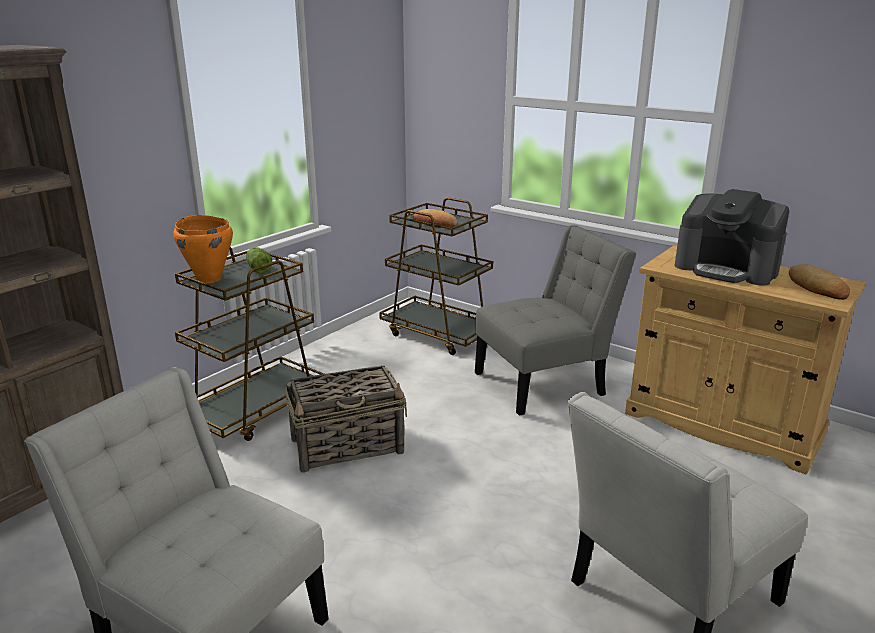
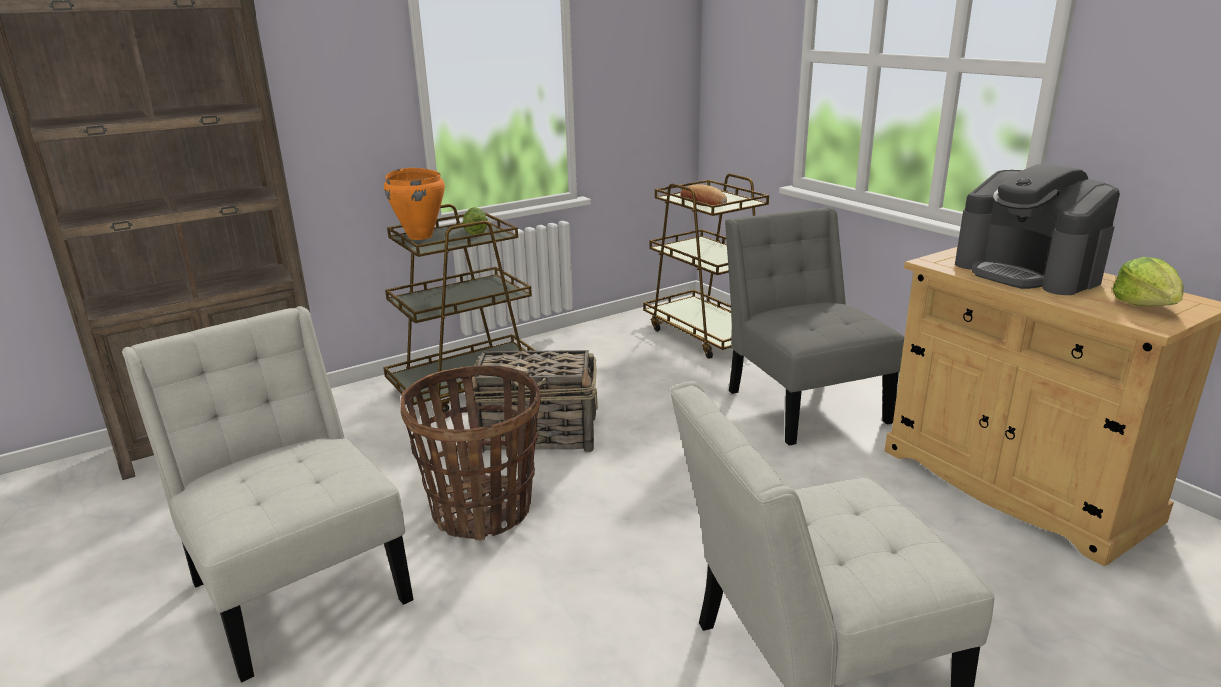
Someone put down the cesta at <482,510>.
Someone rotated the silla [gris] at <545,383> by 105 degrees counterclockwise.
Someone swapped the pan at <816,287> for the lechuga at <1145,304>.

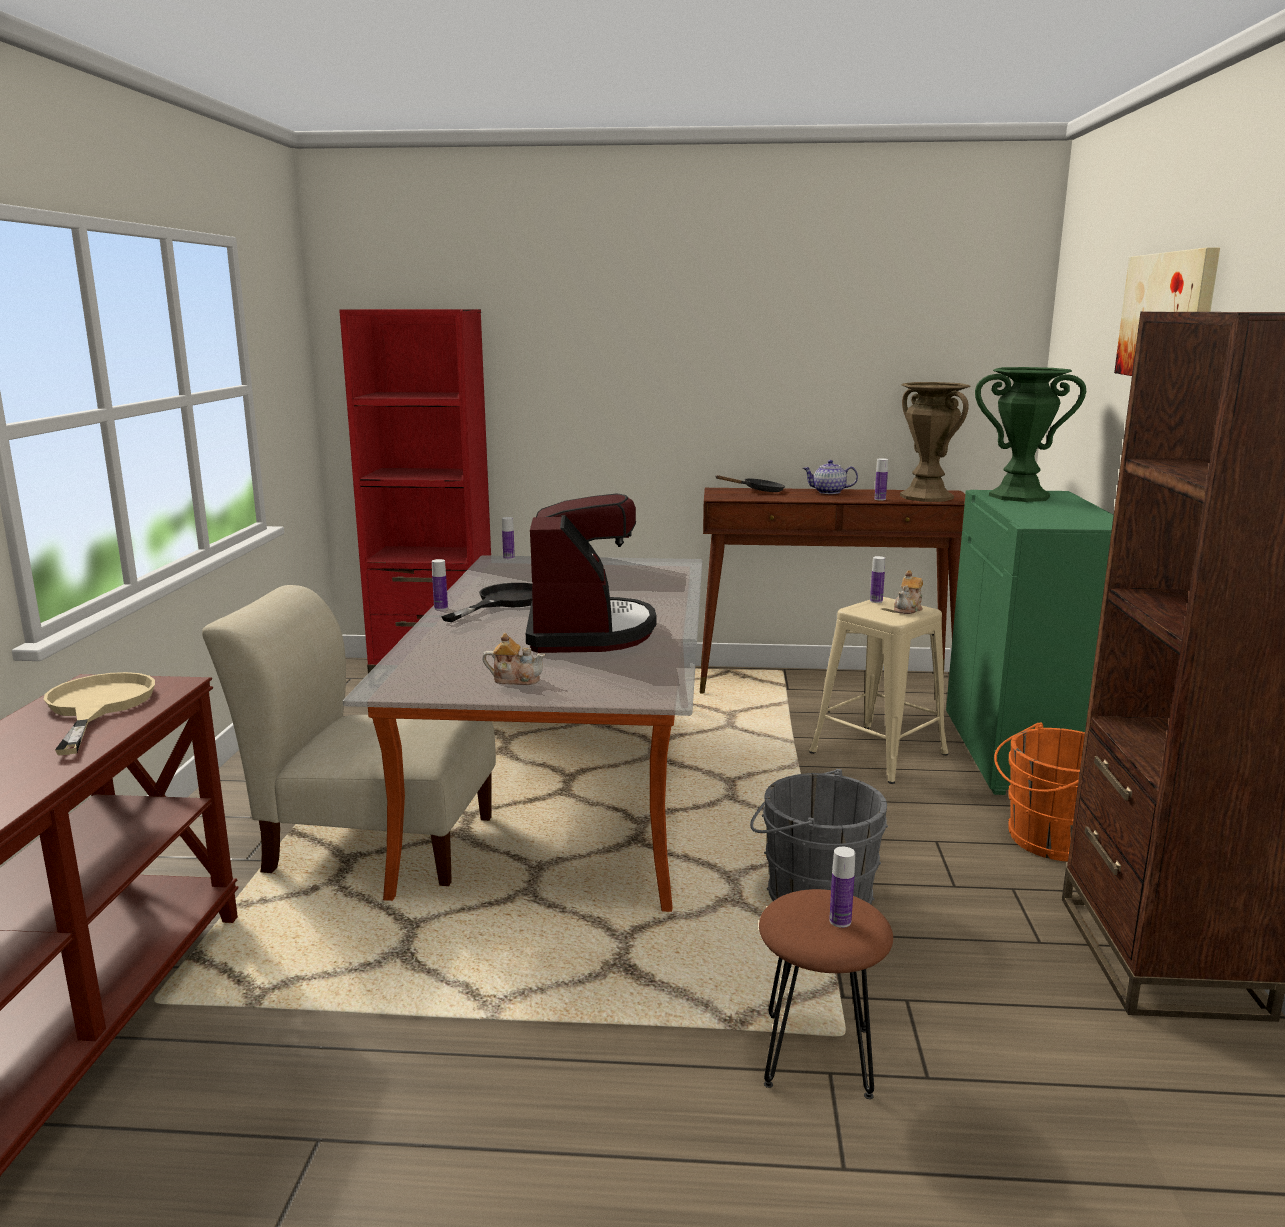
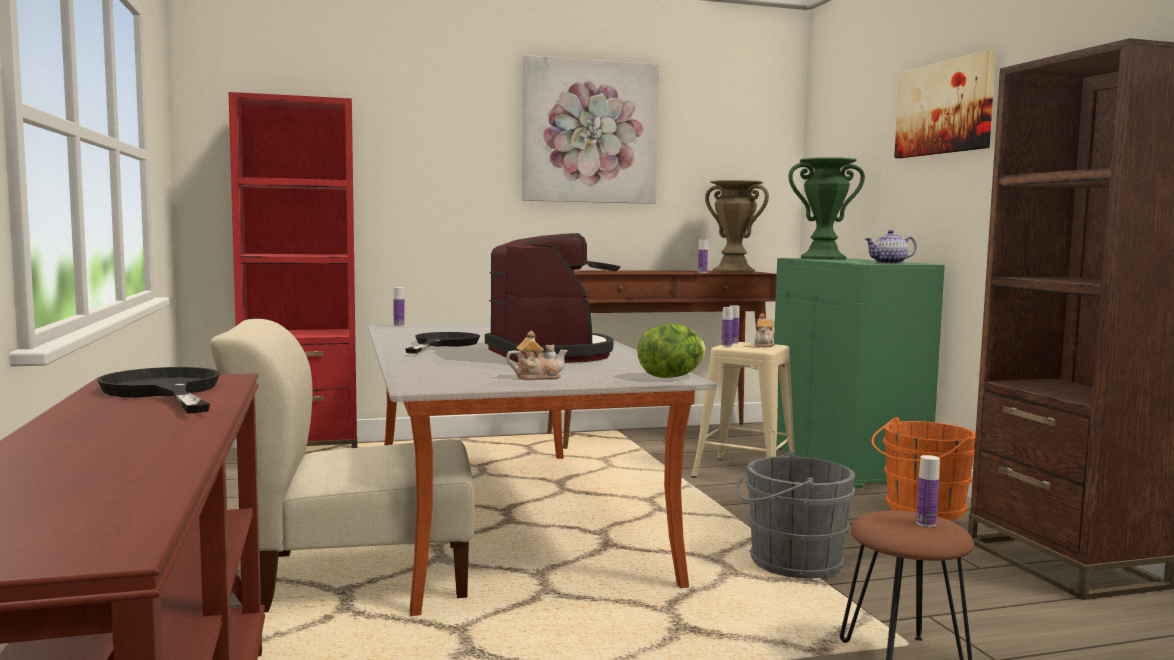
Someone repainted the sartén [beis] at <97,707>, which became the sartén [negro] at <164,391>.
Someone put up the cuadro at <589,132>.
Someone put down the lechuga at <671,377>.
Someone carried the botella from <441,608> to <726,345>.
Someone carried the tetera from <828,492> to <889,263>.

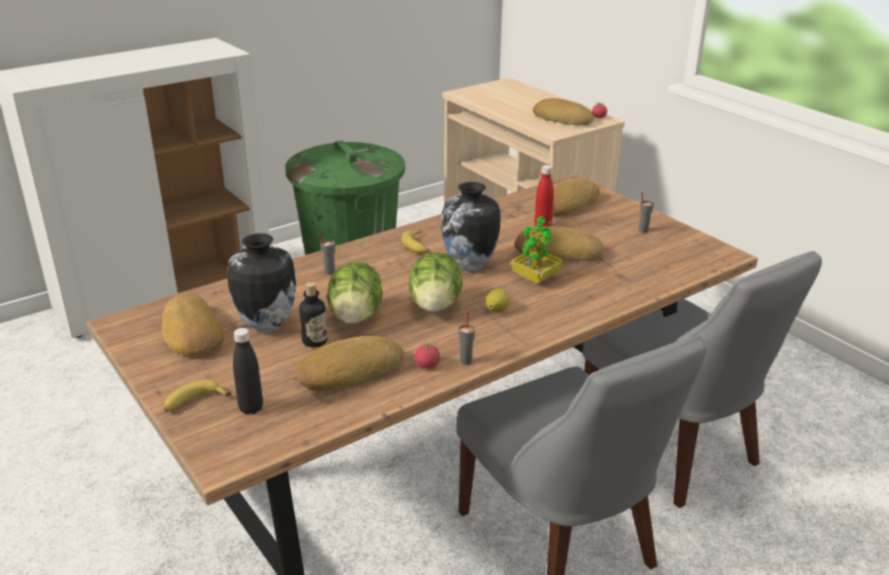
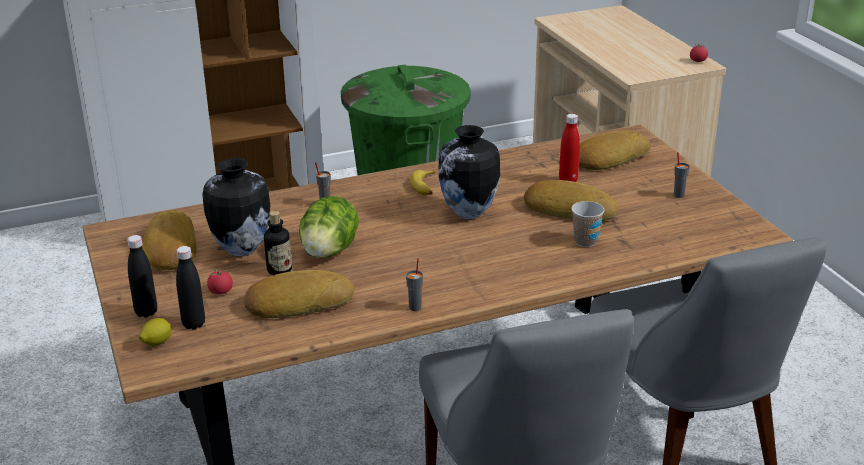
Someone swapped the plátano at <194,403> for the botella [negro] at <146,312>.
Someone carried the limón from <496,310> to <156,343>.
Someone carried the tomate from <427,365> to <221,291>.
Someone put down the taza at <585,241>.
Someone took away the lechuga at <435,306>.
Someone took away the planta en maceta at <536,278>.
Someone took away the pan at <563,118>.

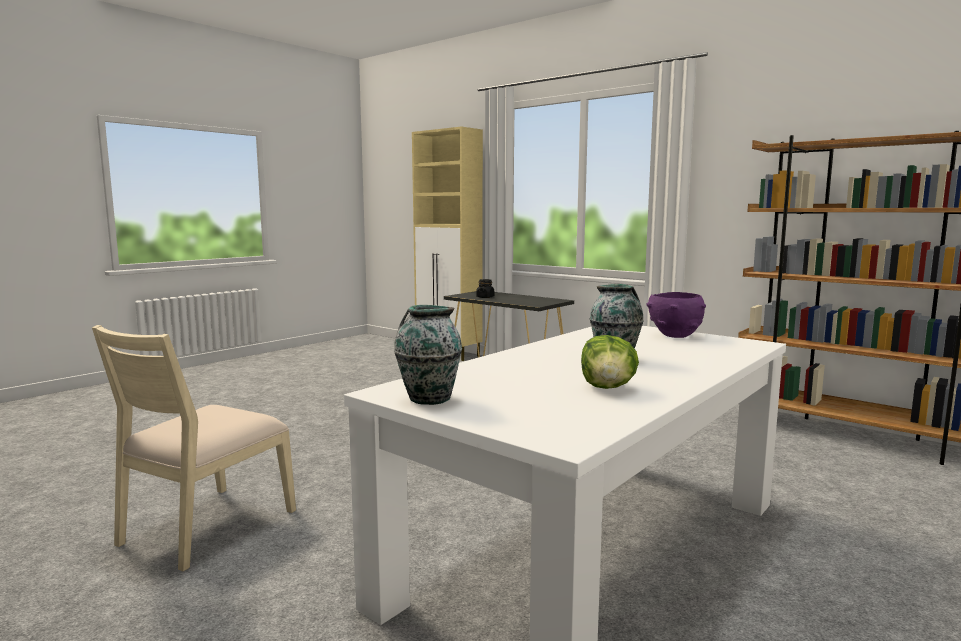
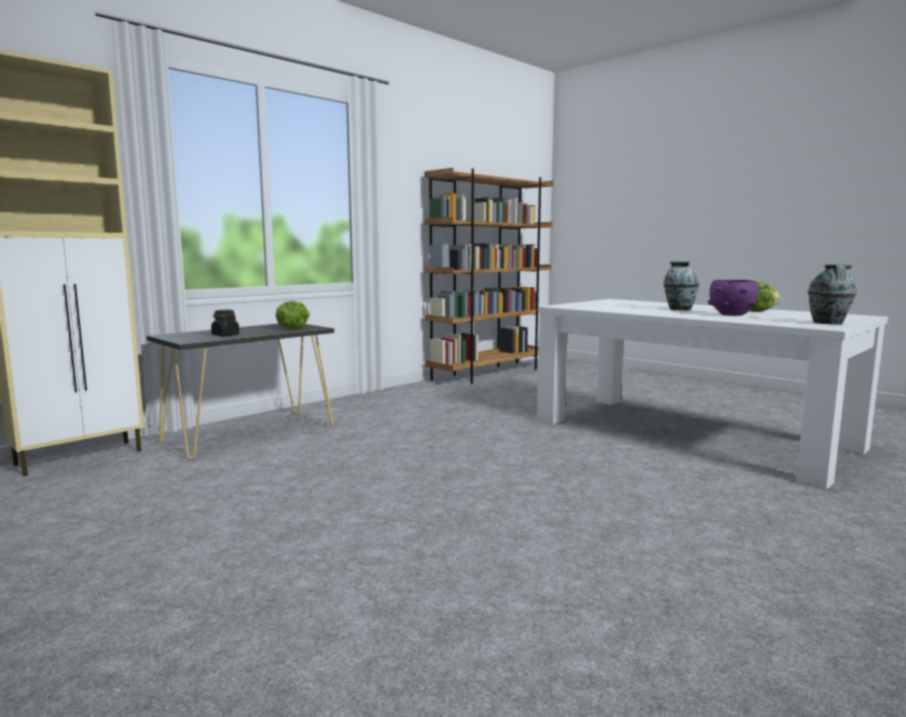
Someone put down the lechuga at <293,328>.
Someone carried the cuenco [morado] from <674,335> to <731,315>.
Someone took away the silla [beis] at <206,526>.

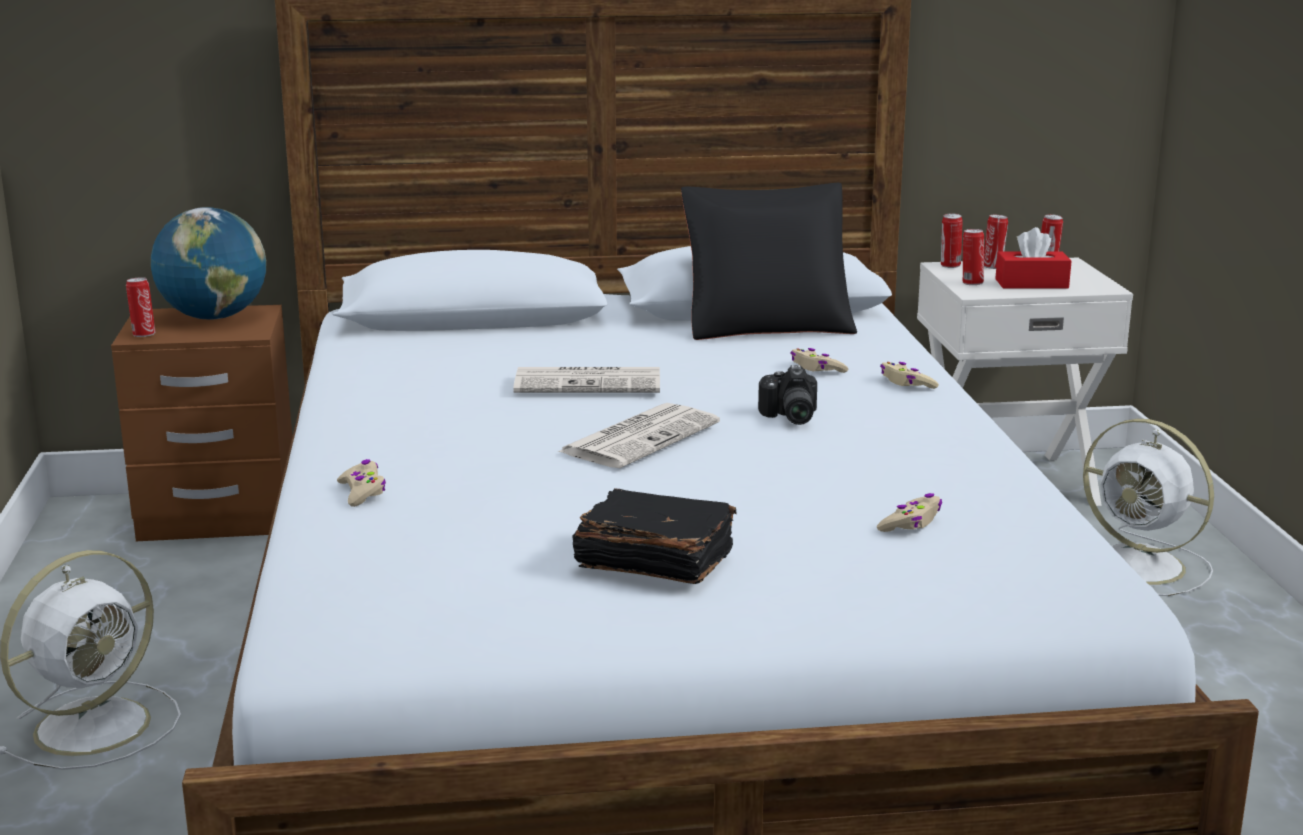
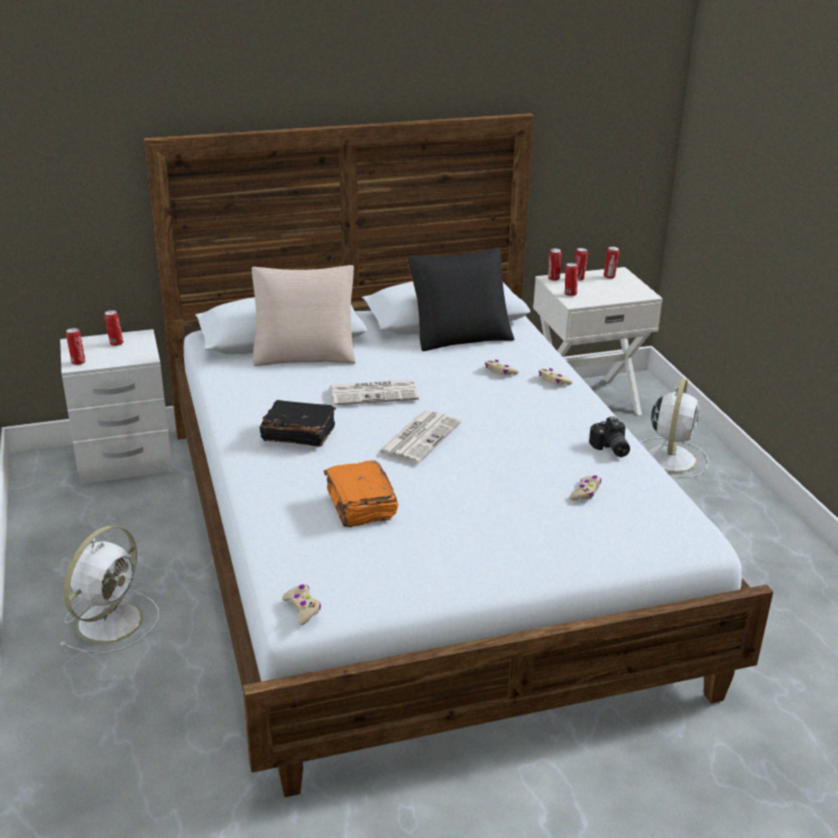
Someone repainted the mesita de noche [marrón] at <219,515>, which became the mesita de noche [blanco] at <124,460>.
Someone swapped the globo terráqueo at <214,317> for the lata at <115,343>.
Someone put down the cojín [beis] at <305,352>.
Someone carried the libro [negro] from <653,562> to <297,435>.
Someone carried the mando de consola [beis] from <362,492> to <302,608>.
Someone put down the libro [naranja] at <360,506>.
Someone carried the cámara from <788,417> to <610,449>.
Someone rotated the ventilador [blanco] at <1142,567> by 105 degrees counterclockwise.
Someone took away the caja de pañuelos [rojo] at <1031,284>.

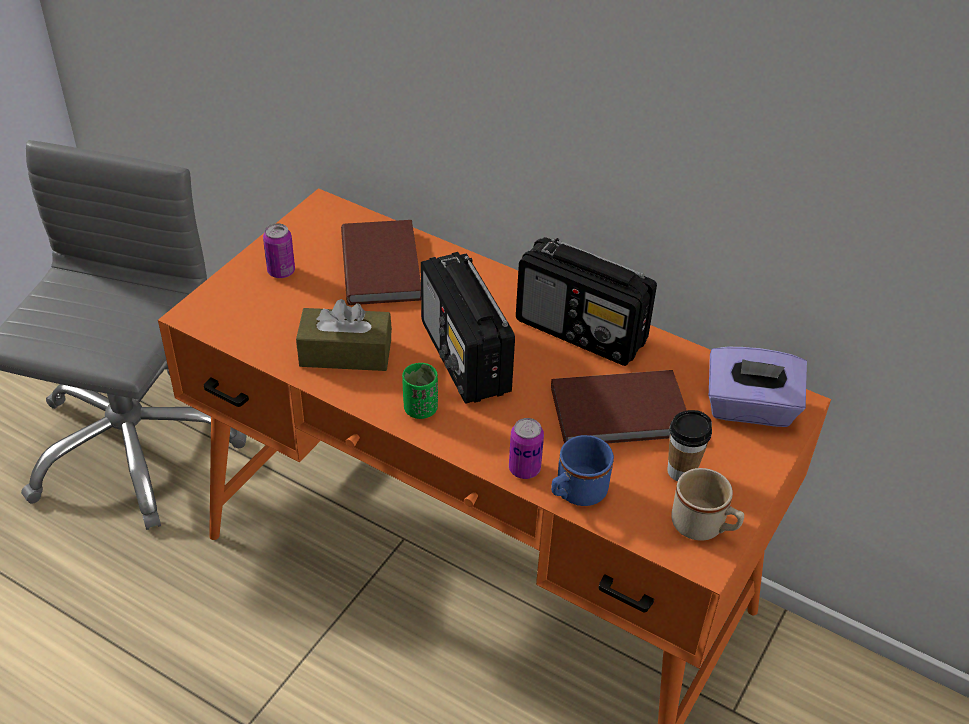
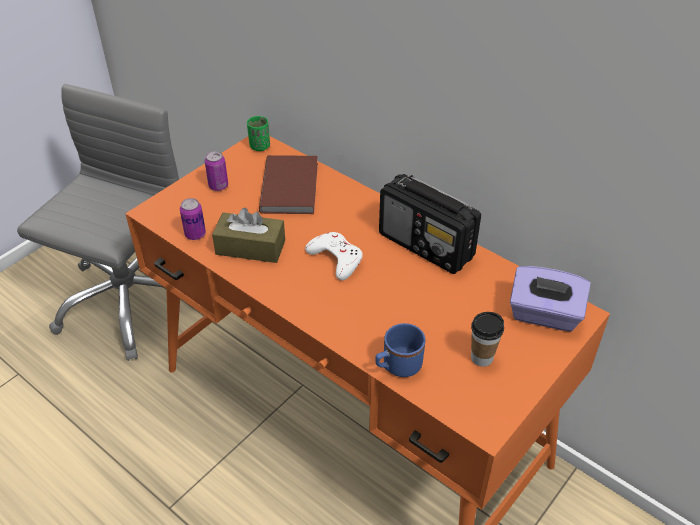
Someone carried the lata from <524,469> to <195,234>.
Someone carried the taza [verde] from <420,409> to <259,146>.
Someone swapped the radio at <465,358> for the mando de consola [blanco] at <336,258>.
Someone took away the libro [marrón] at <621,414>.
Someone took away the taza grande [beis] at <704,527>.

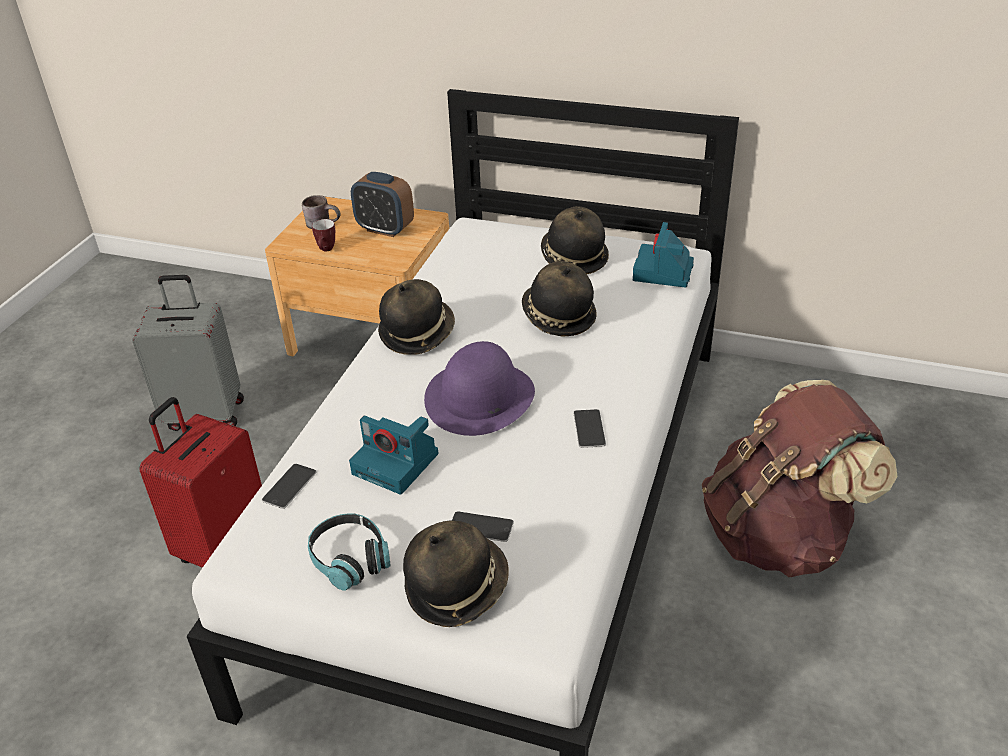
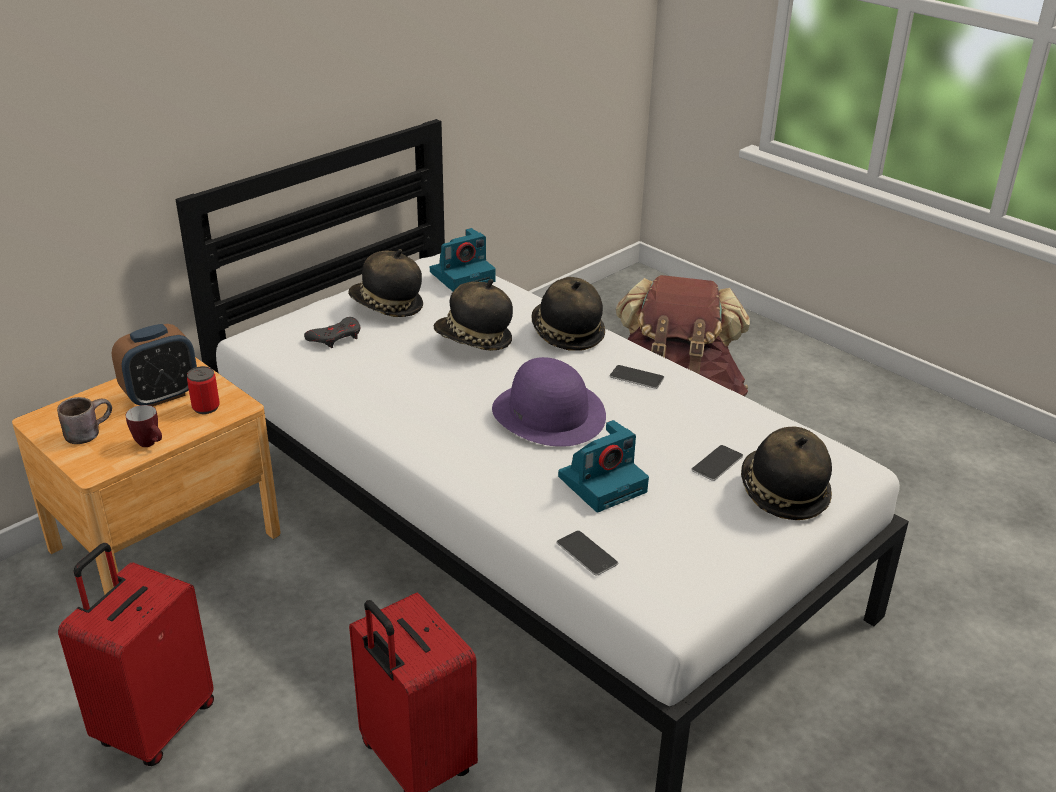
Someone repainted the maleta [gris] at <206,413>, which became the maleta [rojo] at <154,724>.
Someone put down the lata at <206,407>.
Someone put down the mando de consola [gris] at <336,337>.
Someone rotated the cámara at <663,272> by 75 degrees counterclockwise.
Someone carried the sombrero from <417,333> to <566,334>.
Someone took away the auriculares at <350,559>.

